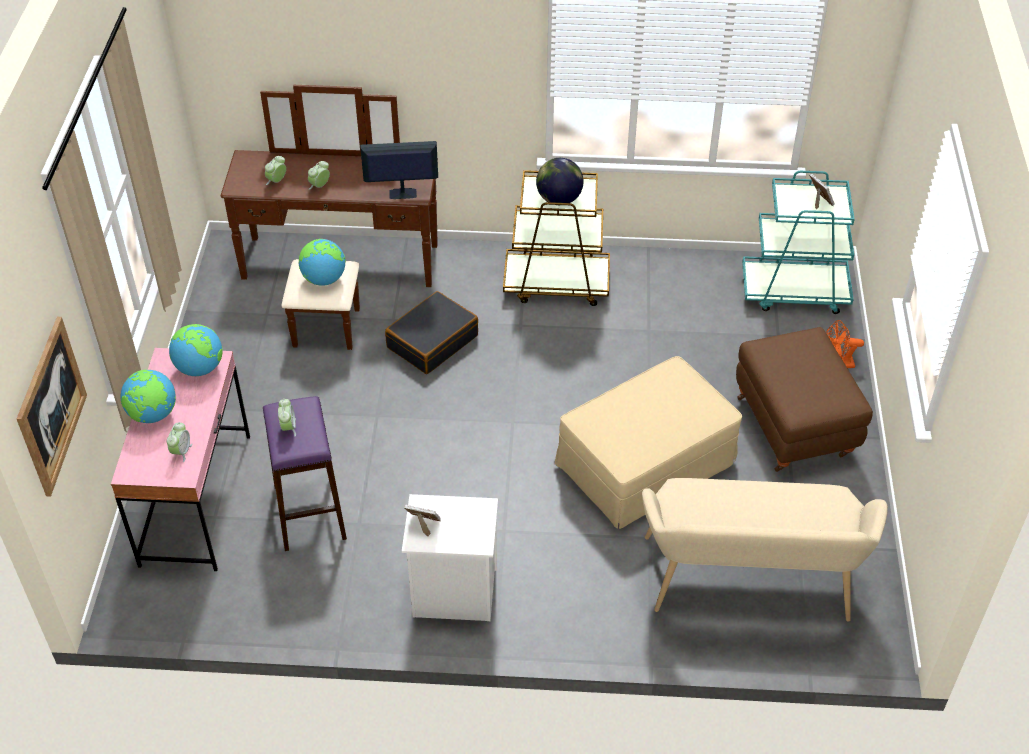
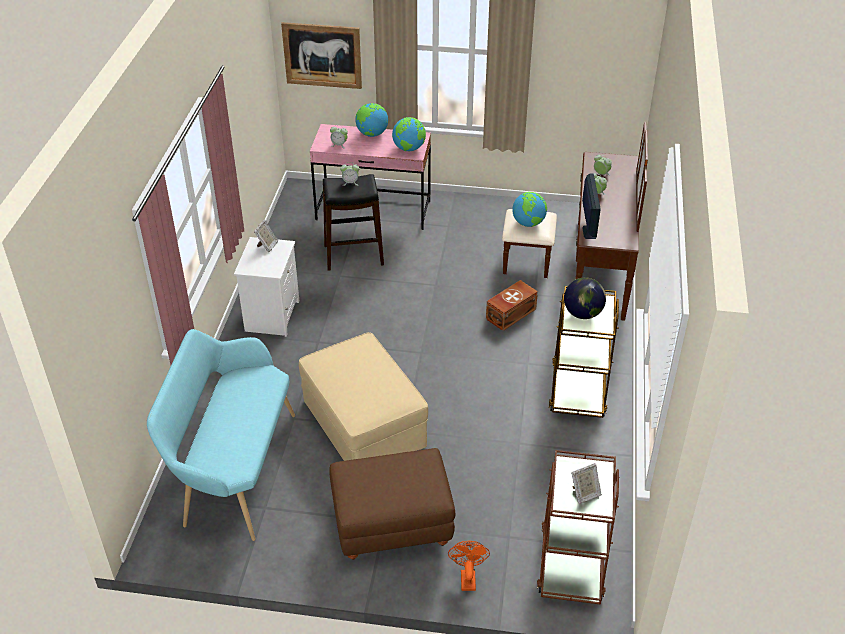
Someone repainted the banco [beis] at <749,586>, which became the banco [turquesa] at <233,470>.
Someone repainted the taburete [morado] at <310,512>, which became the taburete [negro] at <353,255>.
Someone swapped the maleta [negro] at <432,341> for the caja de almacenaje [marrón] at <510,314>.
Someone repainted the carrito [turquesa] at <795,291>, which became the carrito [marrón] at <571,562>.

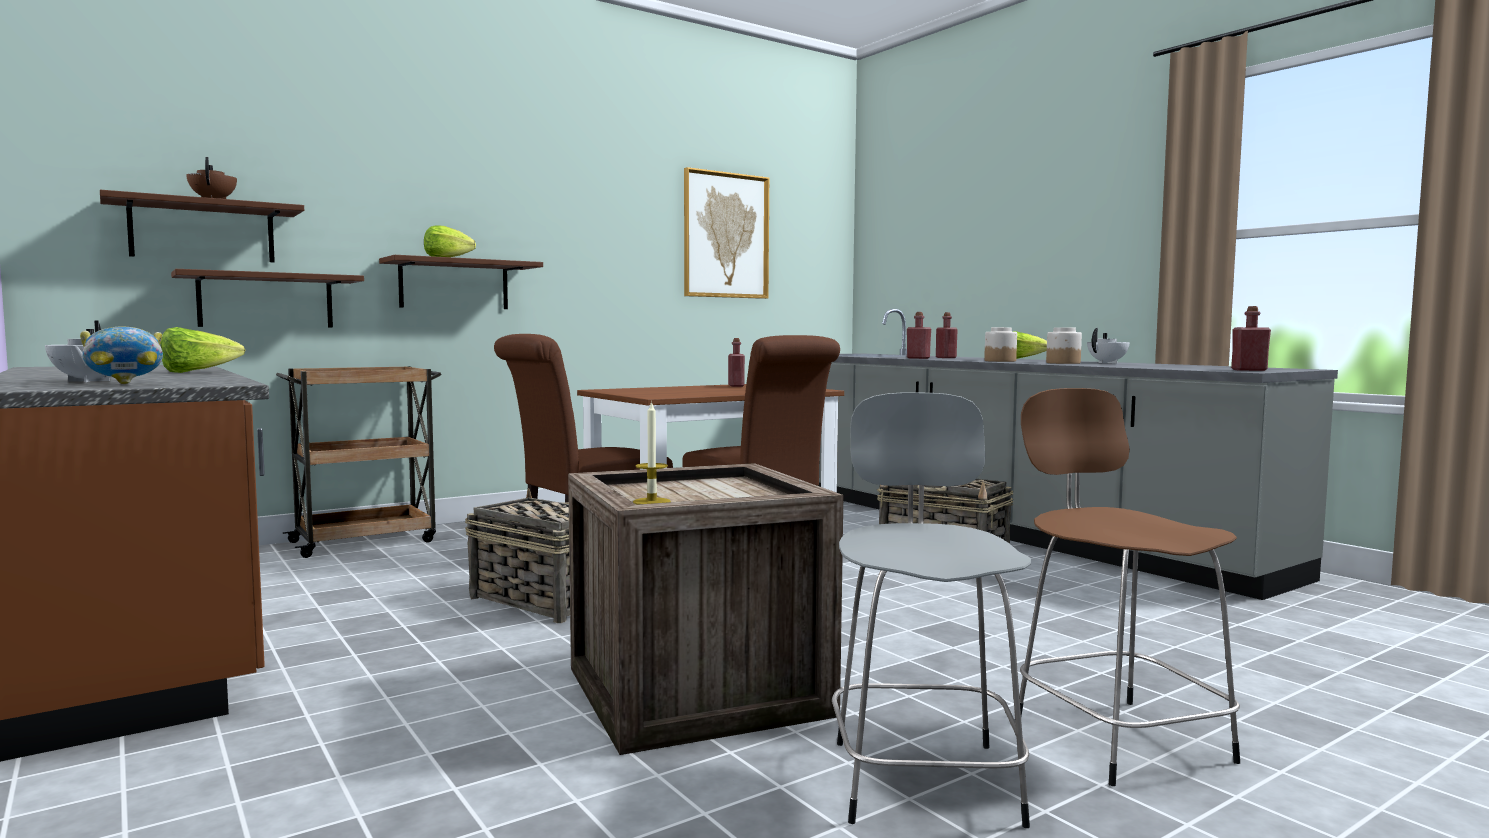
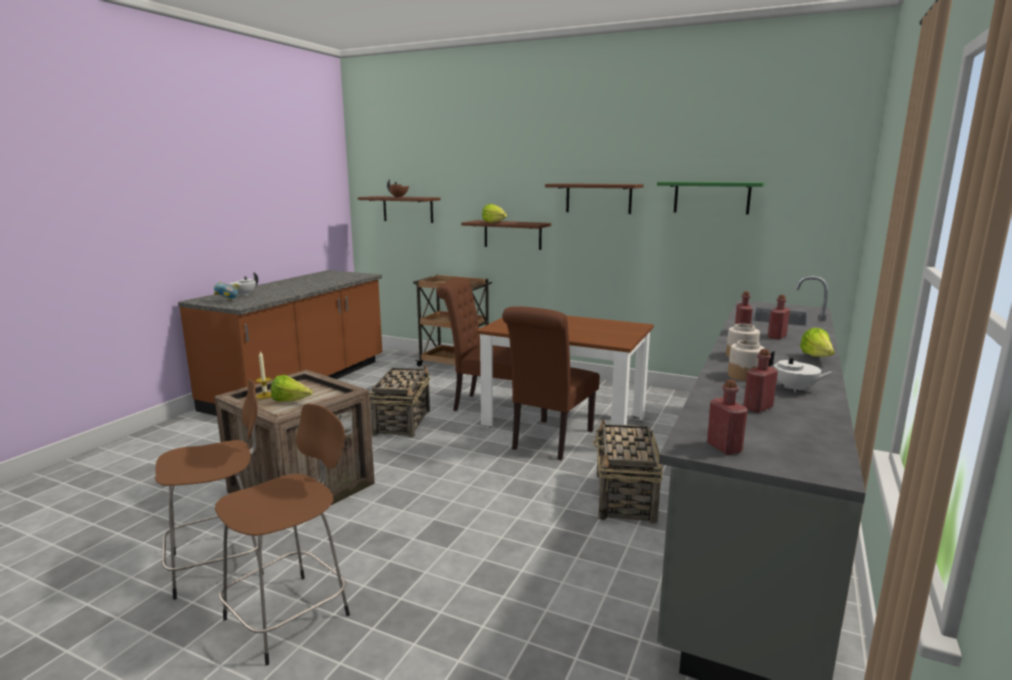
Someone repainted the taburete [gris] at <923,777>, which became the taburete [marrón] at <222,563>.
Someone carried the lechuga from <197,372> to <291,401>.
Someone carried the estante [marrón] from <266,301> to <598,198>.
Someone swapped the cuadro at <726,235> for the estante [verde] at <711,197>.
Someone carried the botella [rojo] from <736,386> to <758,408>.

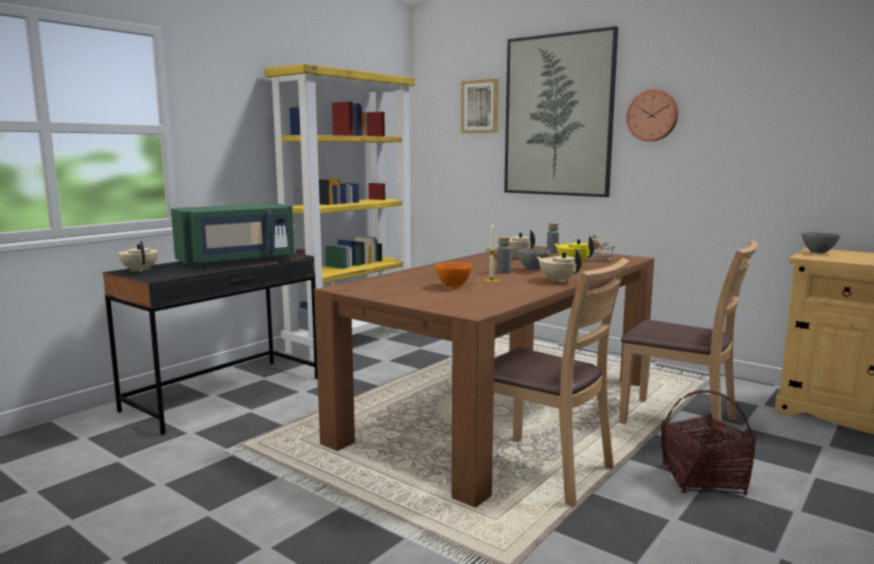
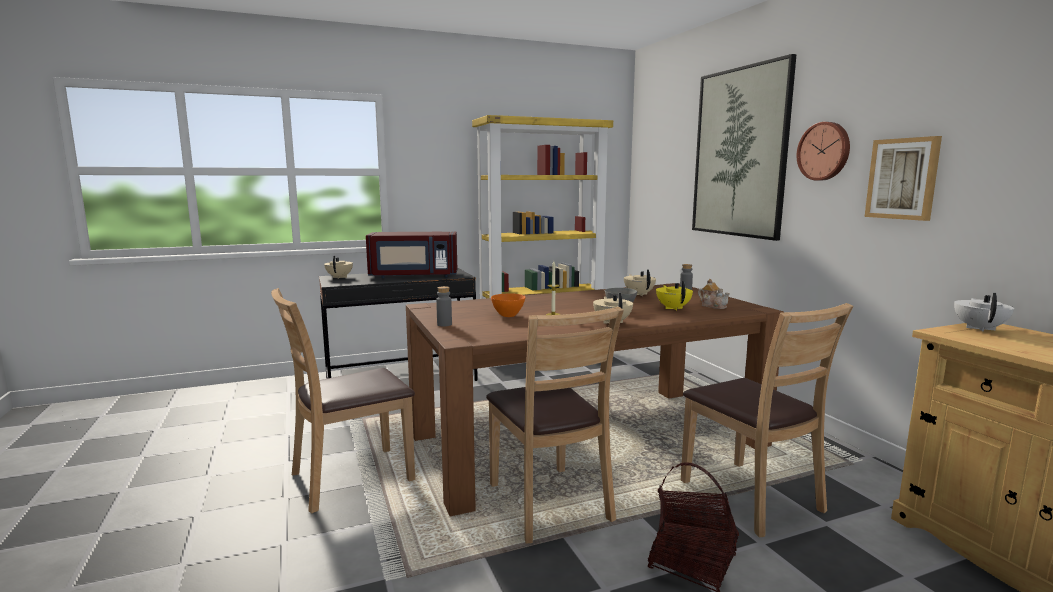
Someone put down the silla [marrón] at <351,478>.
Someone repainted the microondas [verde] at <237,261>, which became the microondas [rojo] at <414,276>.
Someone carried the botella [gris] from <503,272> to <444,324>.
Someone carried the cuadro from <480,106> to <902,179>.
Someone swapped the cuenco [gris] at <818,252> for the tetera [blanco] at <979,328>.

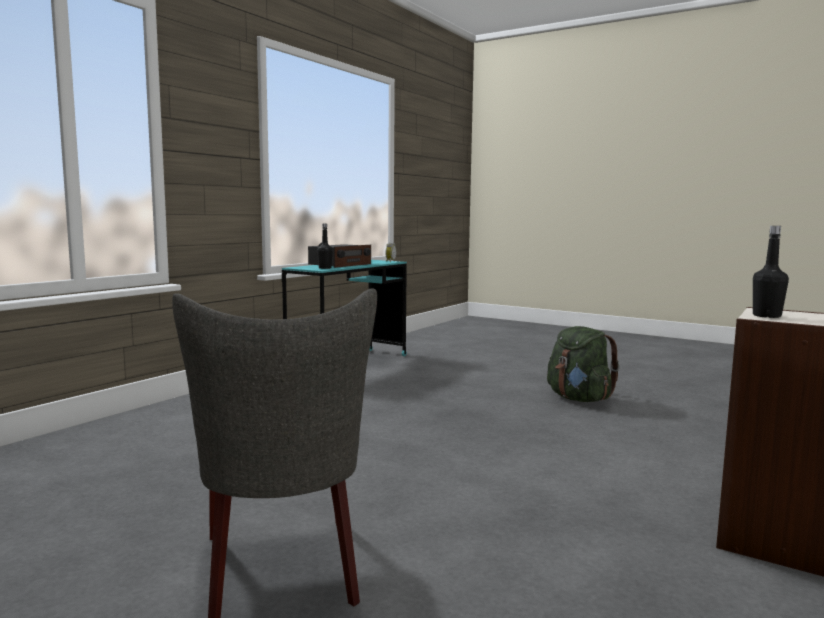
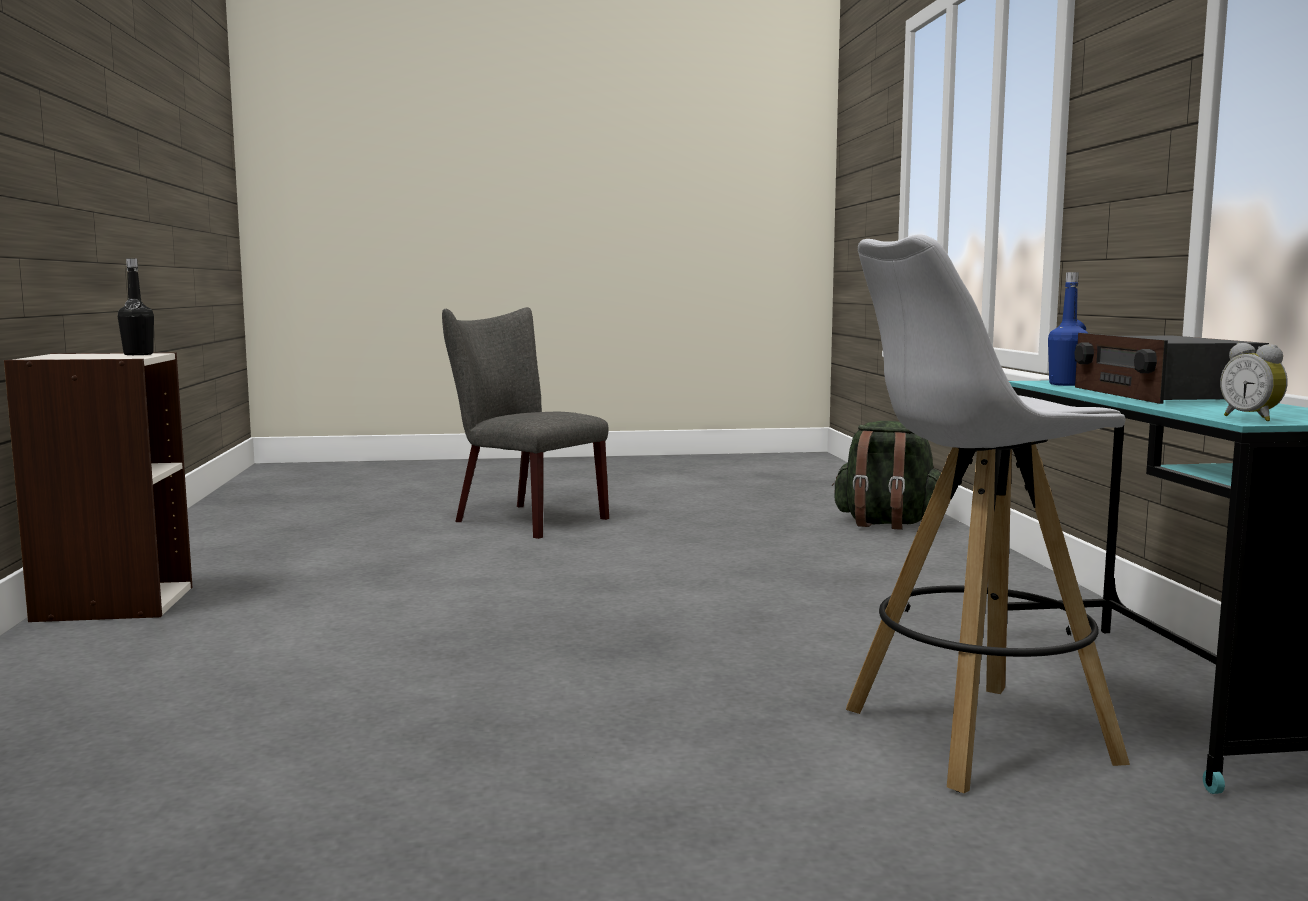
Someone carried the mochila [verde] from <579,399> to <886,524>.
Someone put down the taburete [blanco] at <973,736>.
Someone repainted the botella [negro] at <325,268>, which became the botella [azul] at <1065,384>.

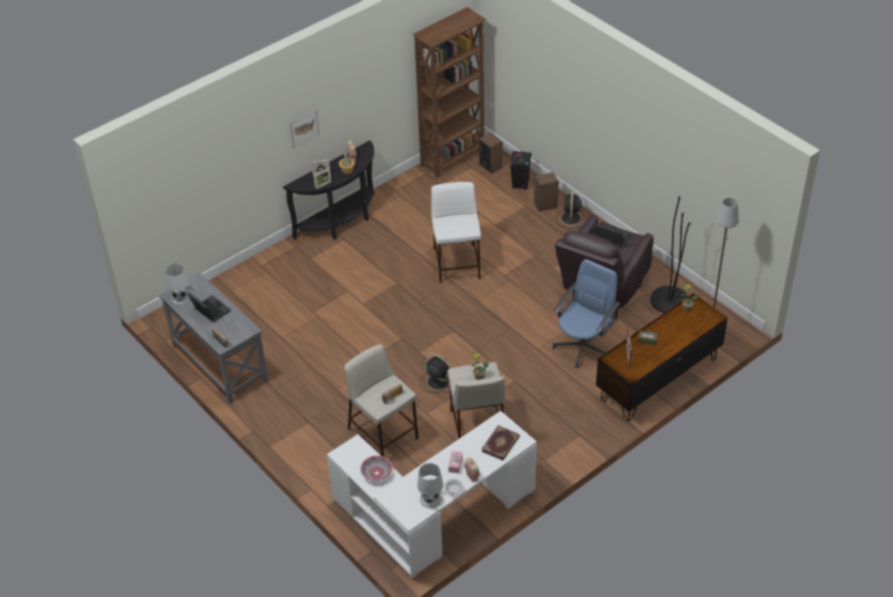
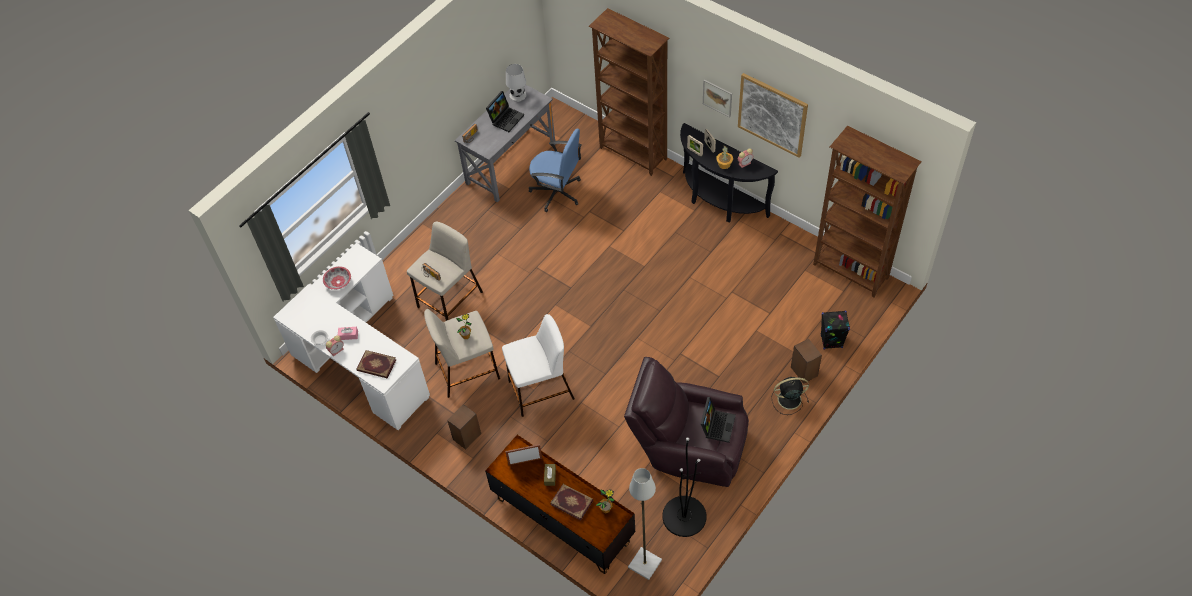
Someone carried the altavoz from <490,166> to <467,436>.
Someone carried the taburete [blanco] from <457,264> to <540,390>.
Someone carried the silla de oficina [azul] from <583,346> to <557,192>.
Someone put down the libro at <572,502>.
Someone put down the estantería [marrón] at <633,154>.
Someone put up the cuadro at <772,114>.
Someone took away the lámpara de mesa [blanco] at <431,499>.
Someone took away the ventilador [negro] at <437,381>.

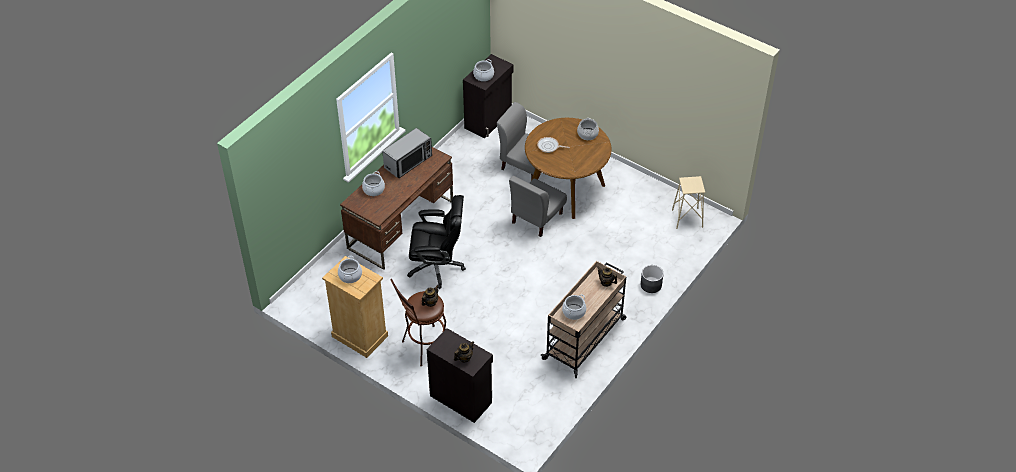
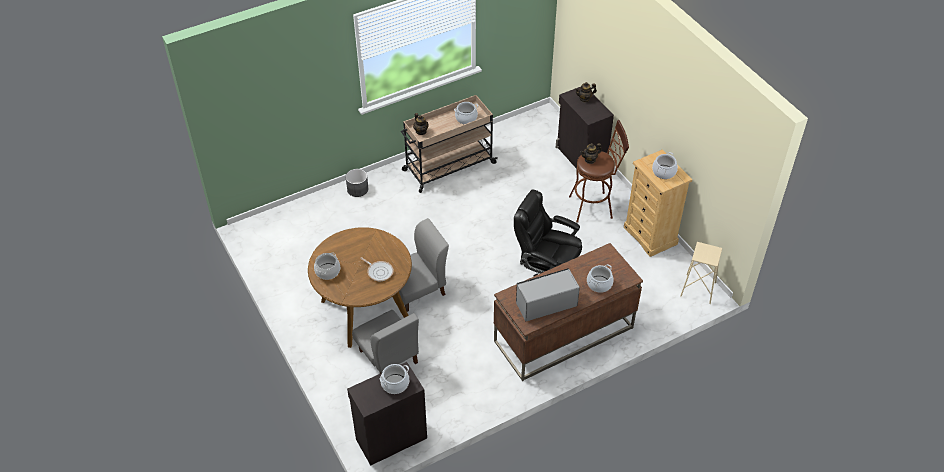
Someone carried the taburete [beis] from <687,218> to <698,289>.

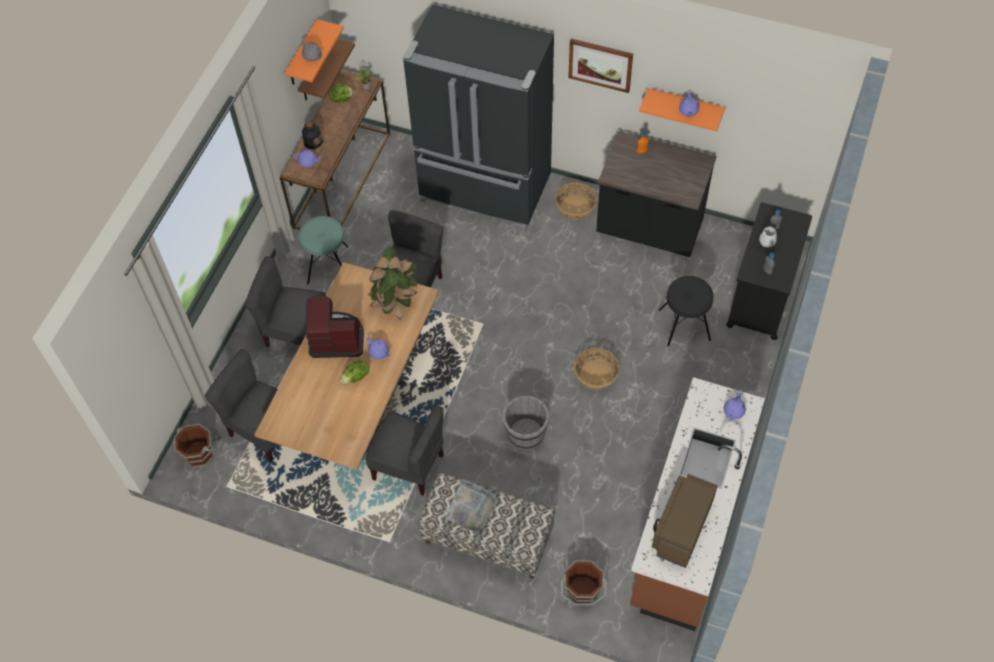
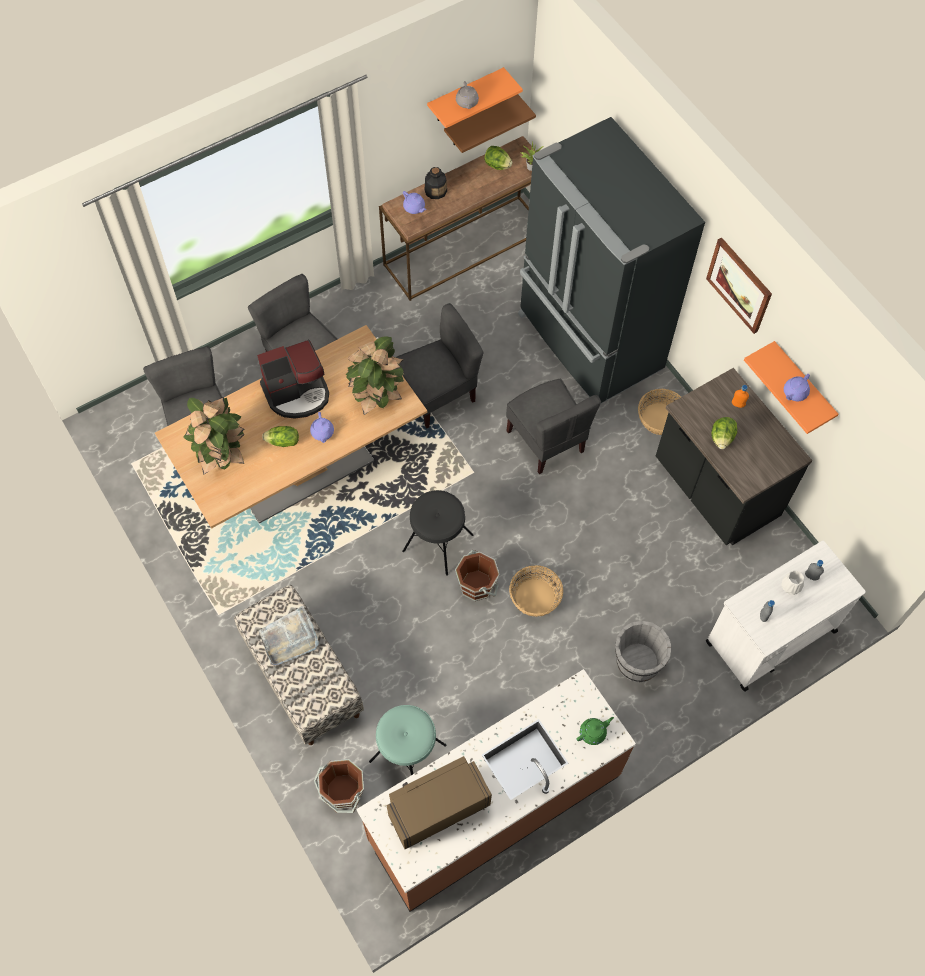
Someone put down the planta en maceta at <221,454>.
Someone rotated the cafetera at <336,338> by 120 degrees clockwise.
Someone carried the taburete [turquesa] from <327,265> to <407,753>.
Someone carried the taburete [negro] from <684,325> to <438,543>.
Someone carried the cubo [marrón] from <199,453> to <477,584>.
Someone carried the silla [gris] from <409,466> to <546,441>.
Someone repainted the tetera [morado] at <734,410>, which became the tetera [verde] at <593,732>.
Someone carried the cubo [gris] from <525,435> to <637,663>.
Someone repainted the carrito [negro] at <761,296>, which became the carrito [blanco] at <770,637>.
Someone put down the lechuga at <721,438>.

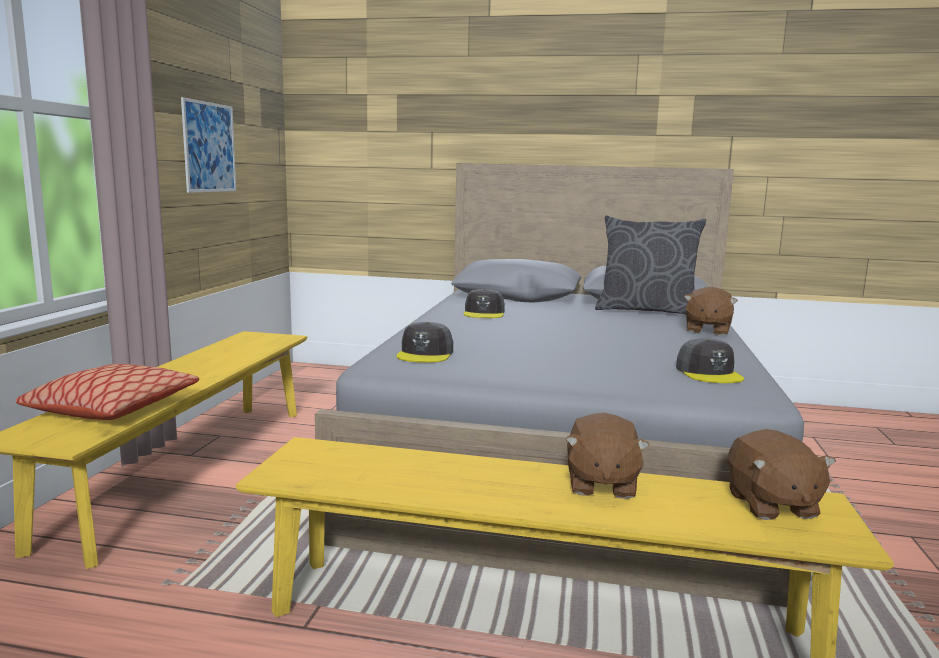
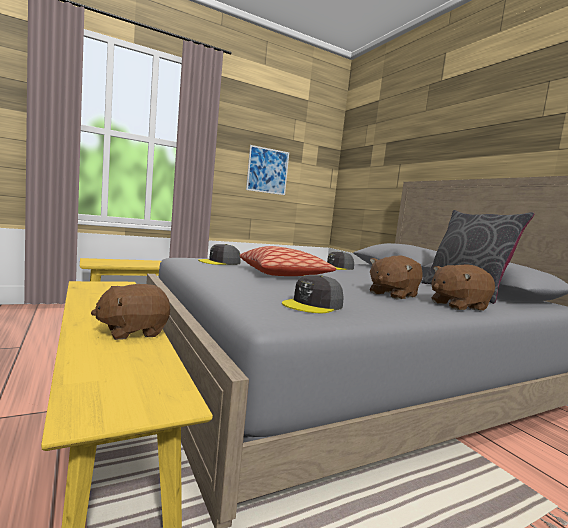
Someone carried the cojín from <113,408> to <284,274>.
Someone carried the peluche [marrón] from <771,505> to <392,294>.

